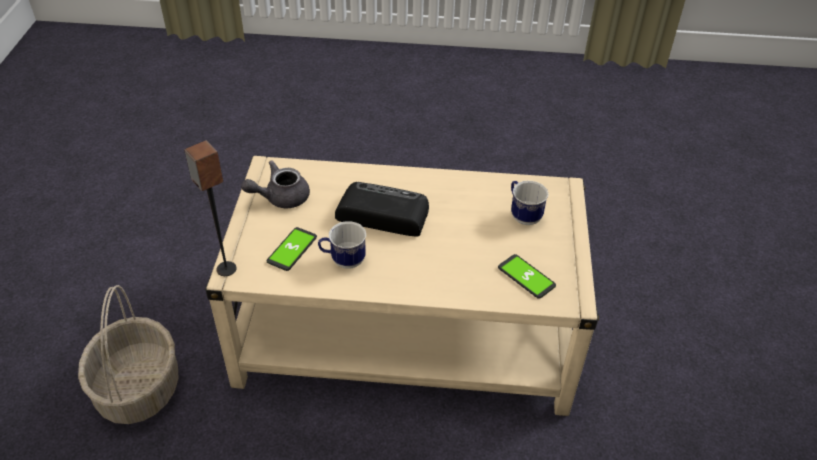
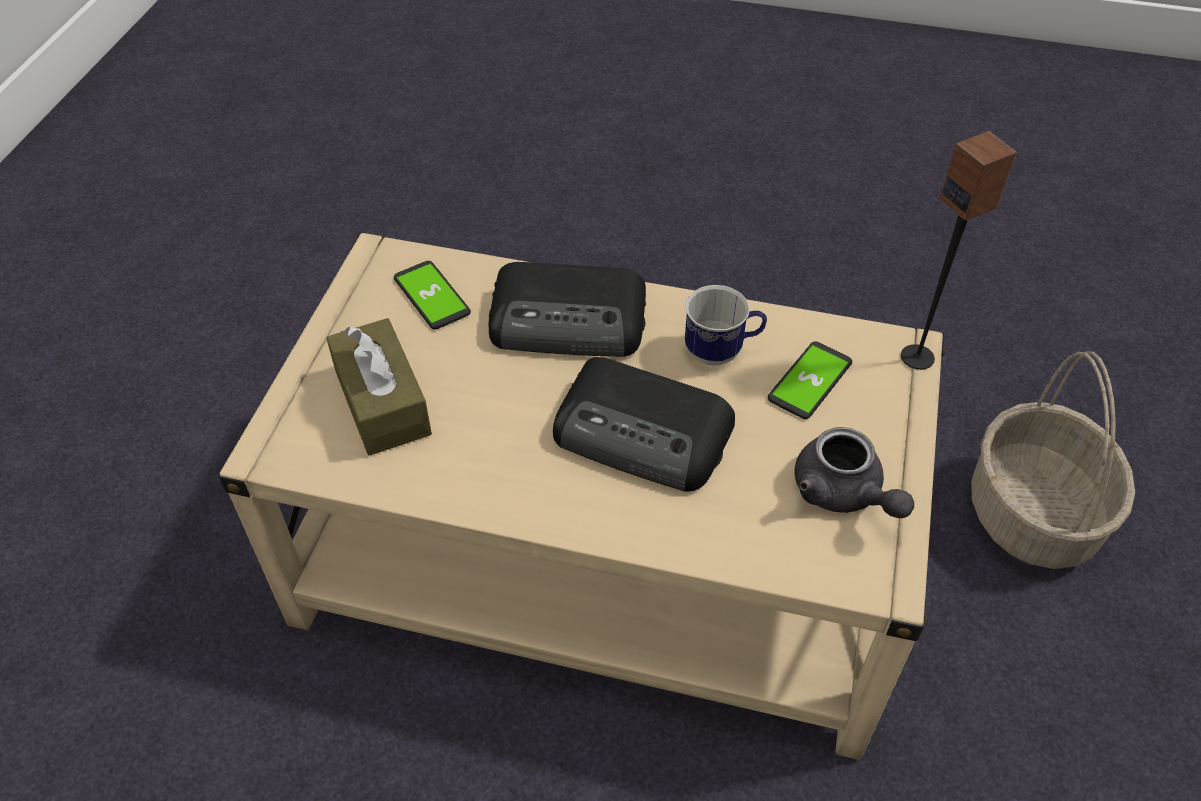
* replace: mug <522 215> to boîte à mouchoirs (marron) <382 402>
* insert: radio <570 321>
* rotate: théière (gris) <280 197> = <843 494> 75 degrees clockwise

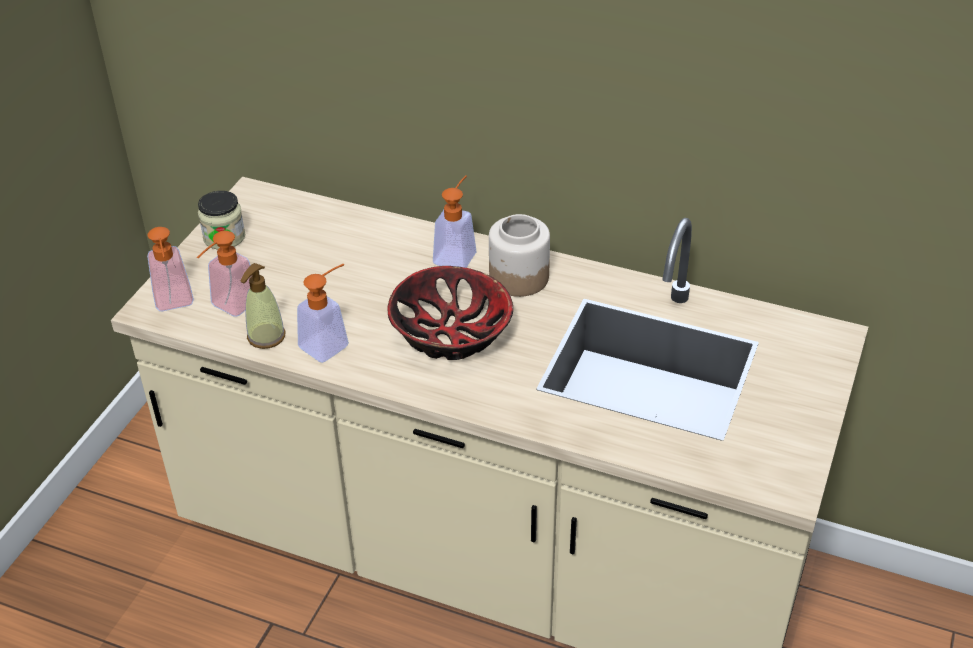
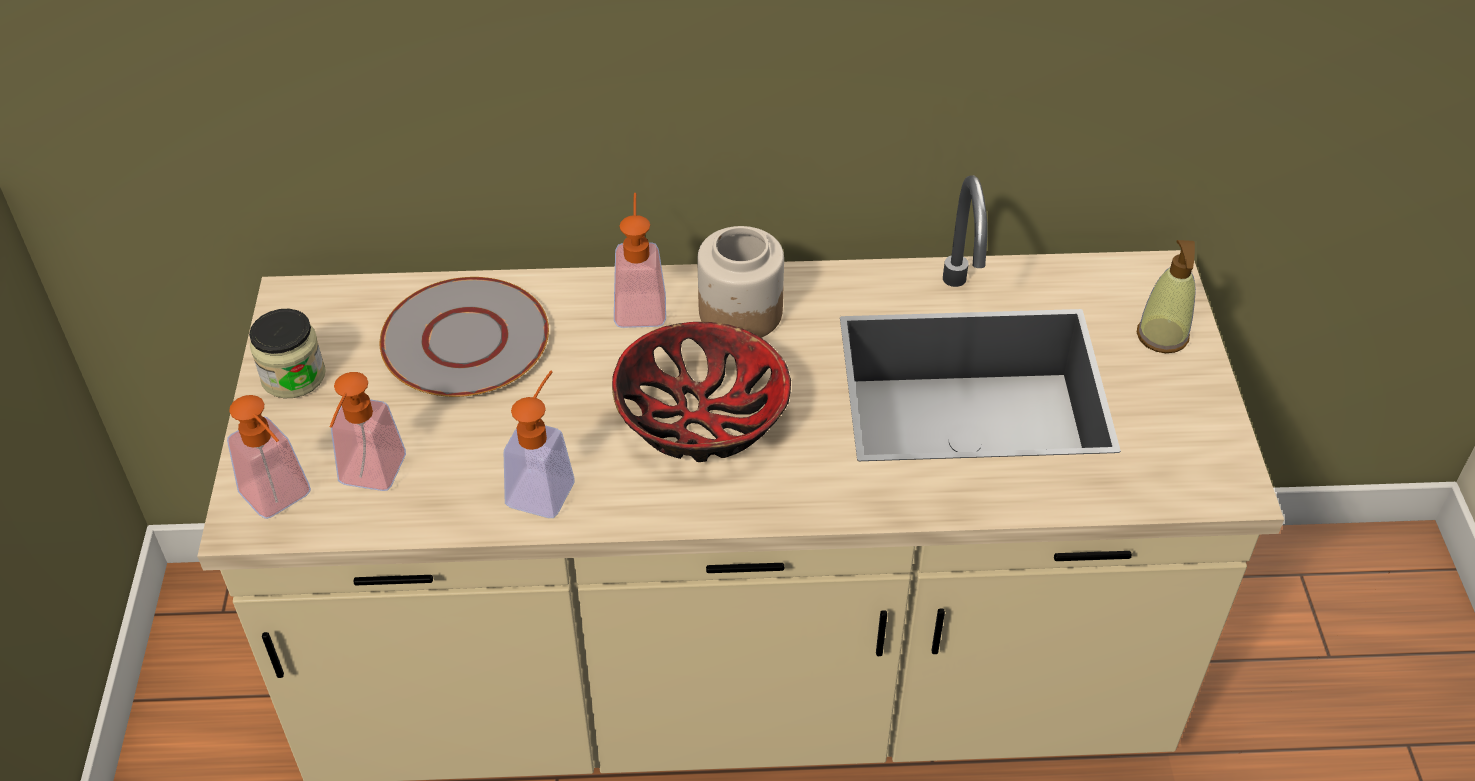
* insert: assiette (gris) <466 340>
* move: distributeur de savon <266 336> to <1162 336>

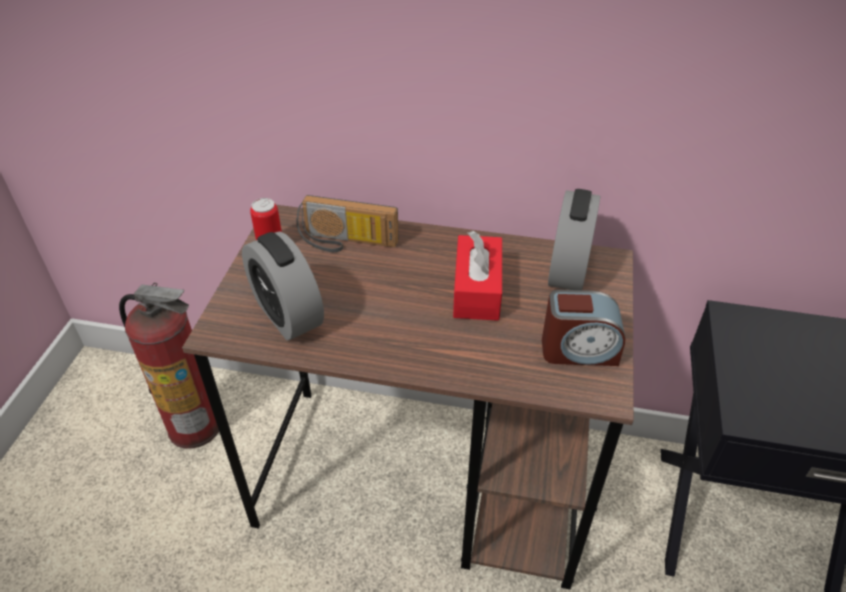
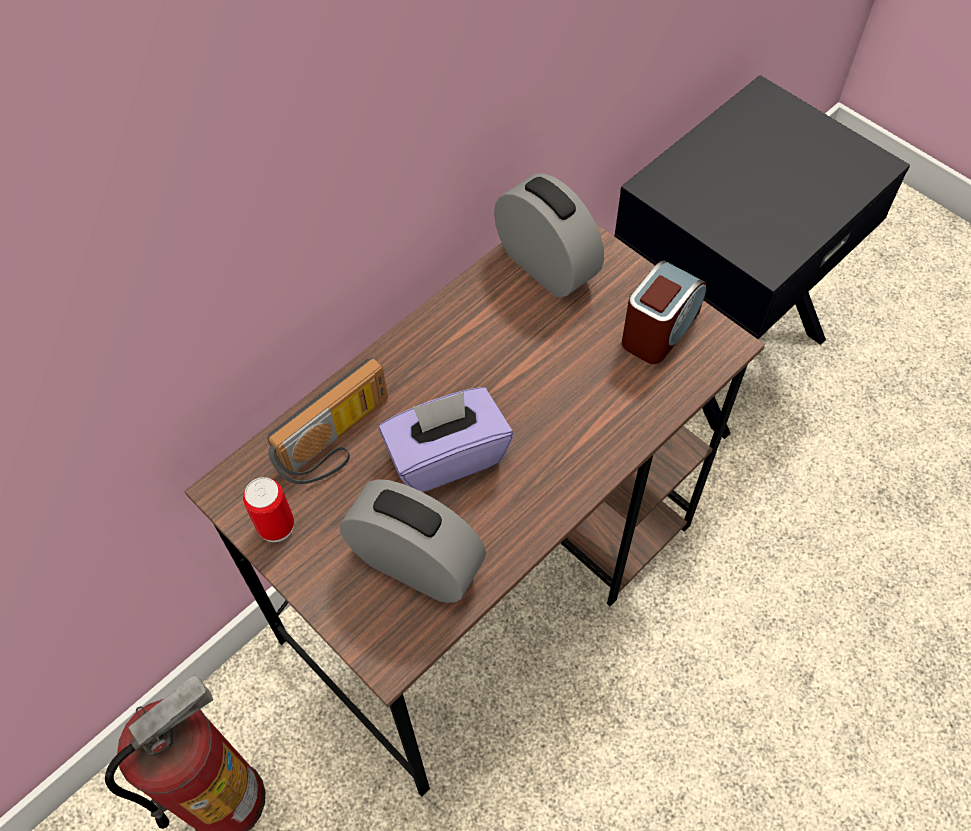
* rotate: réveil <287 314> = <416 563> 150 degrees counterclockwise
* insert: boîte à mouchoirs (violet) <447 455>
* delete: boîte à mouchoirs (rouge) <477 290>

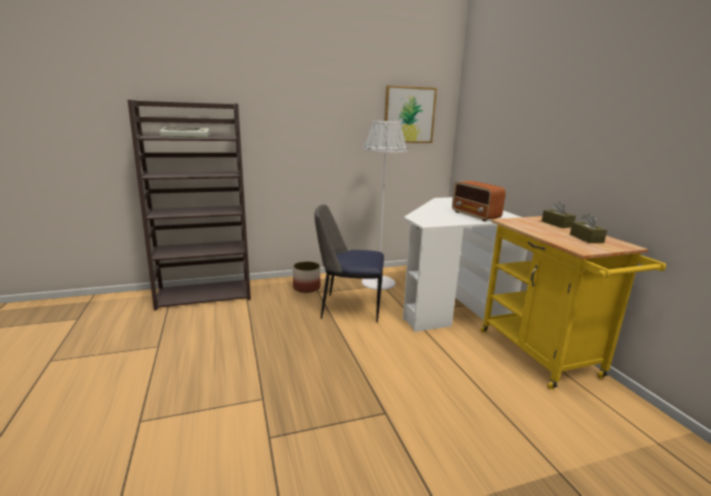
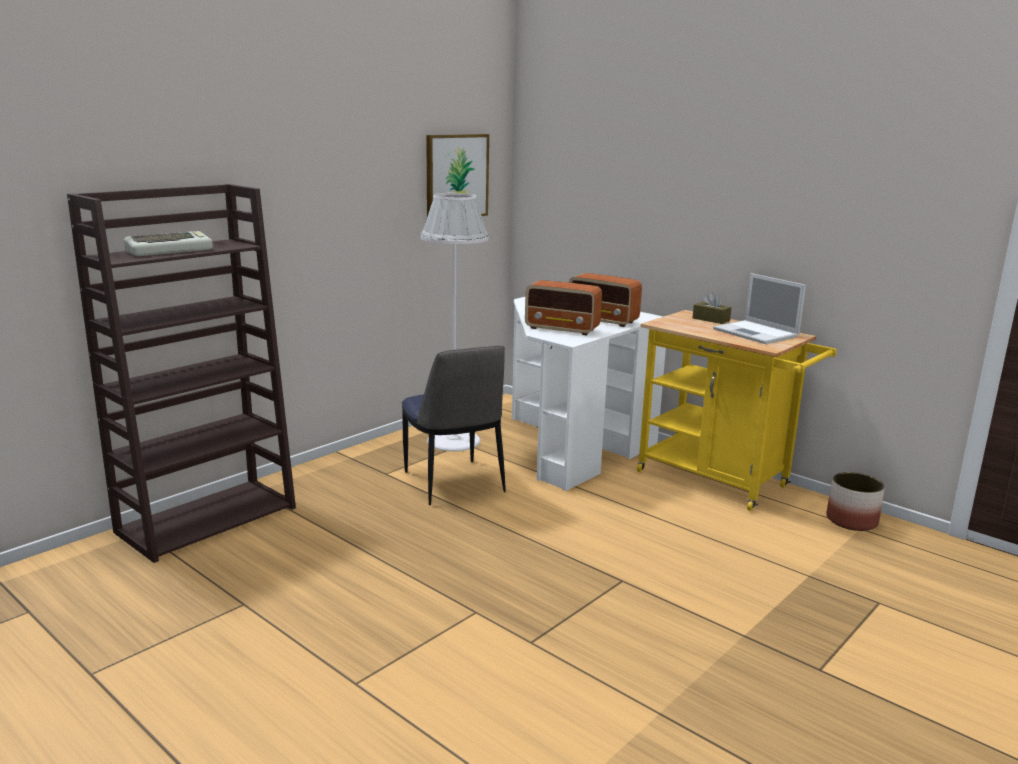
* rotate: chaise <349 308> = <454 483> 90 degrees counterclockwise
* insert: radio <563 329>
* replace: boîte à mouchoirs (marron) <586 238> to ordinateur portable <757 333>
* move: cache-pot <307 287> to <851 520>

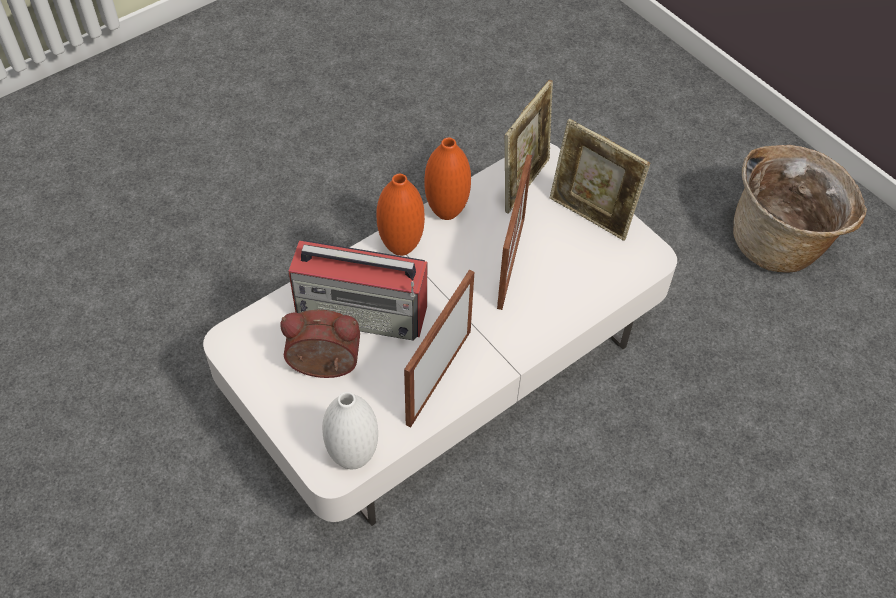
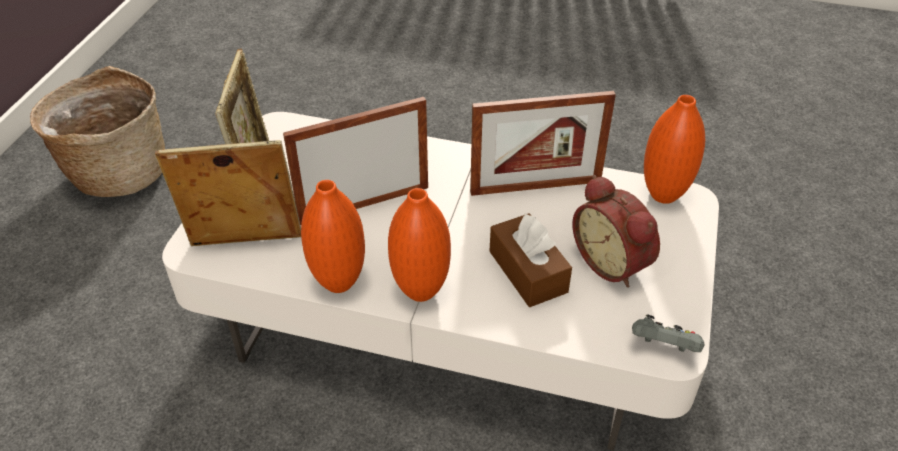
* replace: radio <363 312> to boîte à mouchoirs (marron) <528 271>
* insert: manette (gris) <664 347>
* recolor: vase (blanc) <353 457> to vase (orange) <663 195>

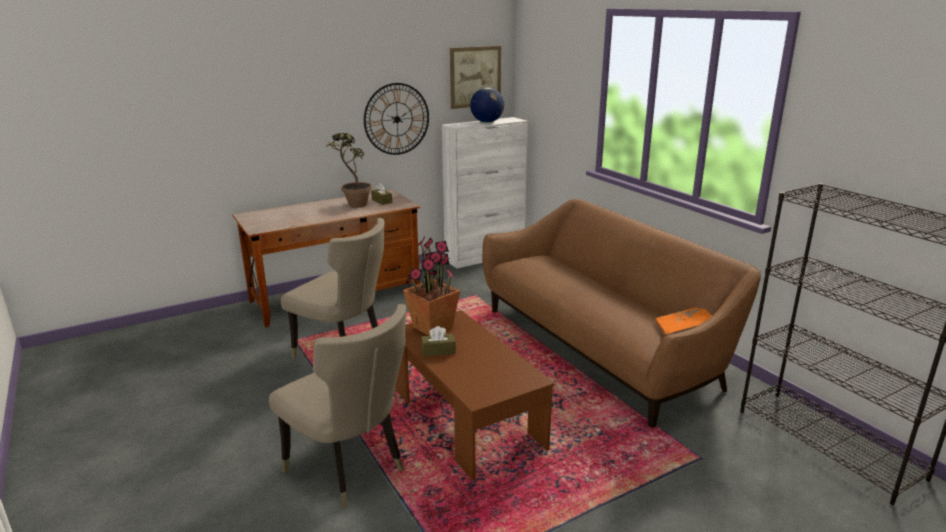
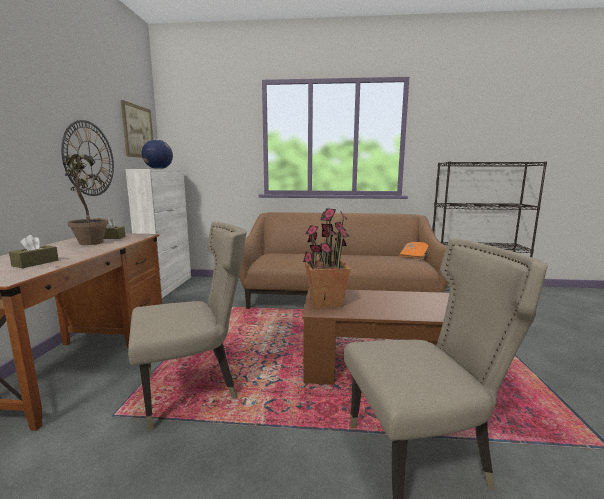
* move: boîte à mouchoirs (marron) <438 351> to <35 263>

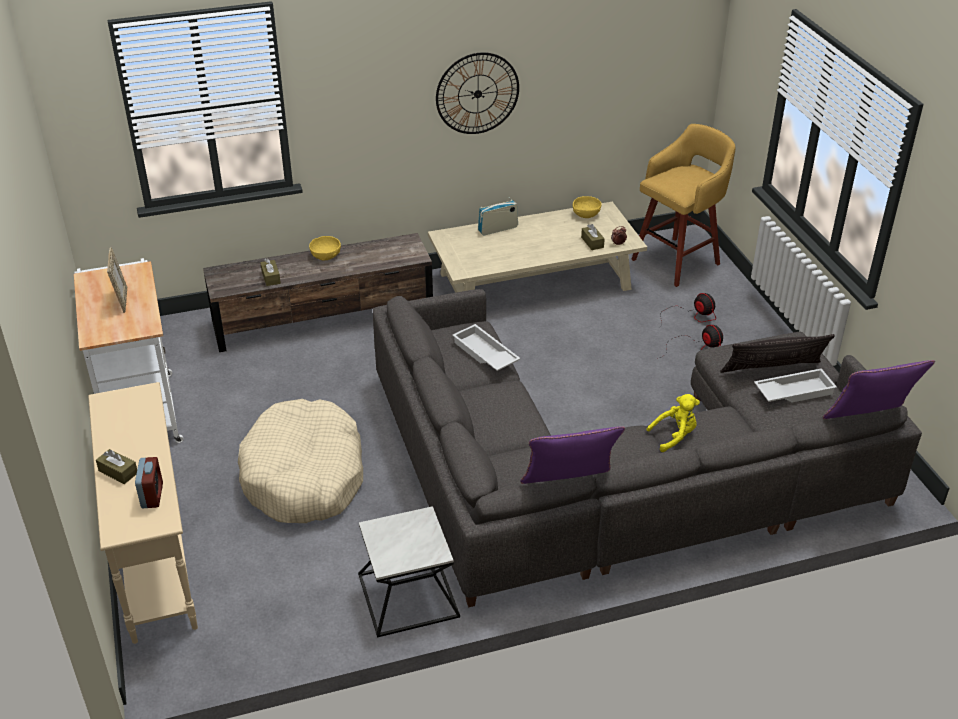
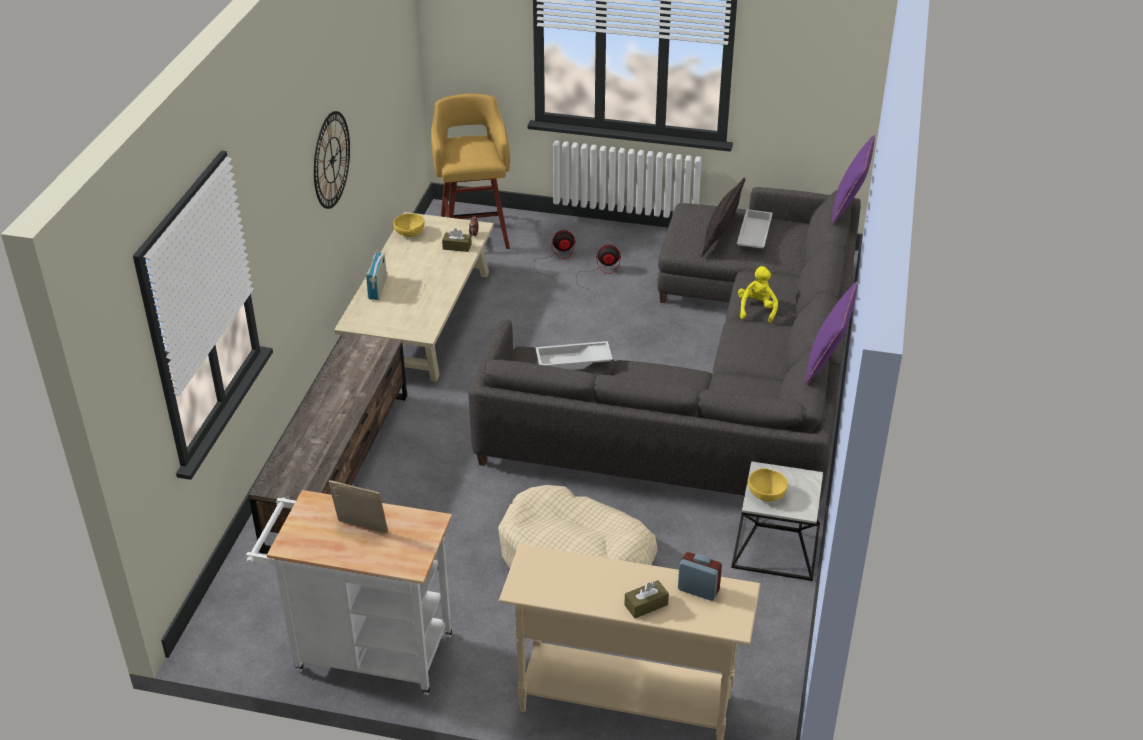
* move: bol (jaune) <326 256> to <767 494>
* delete: boîte à mouchoirs (marron) <271 277>

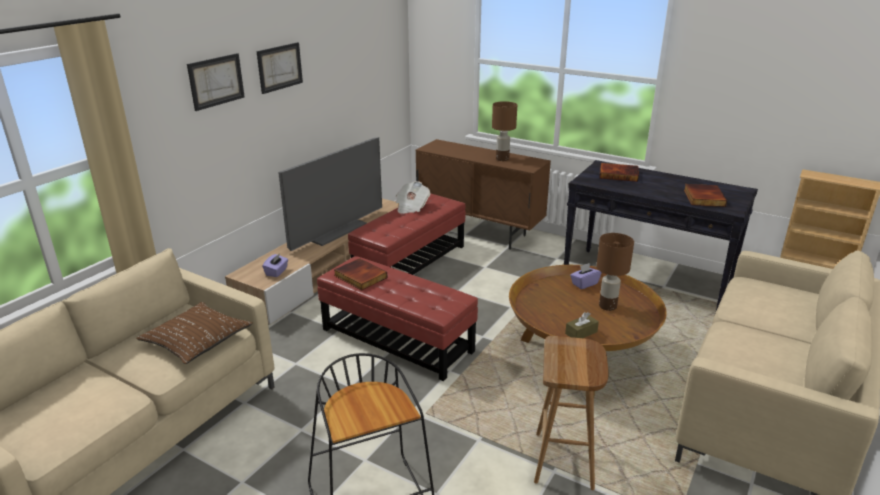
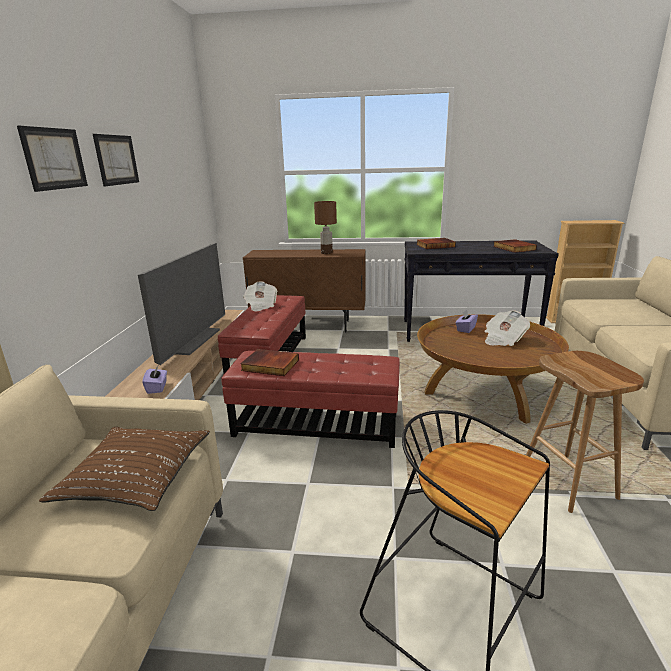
* replace: lampe de table (marron) <607 306> to journal <503 339>
* delete: boîte à mouchoirs (marron) <581 333>

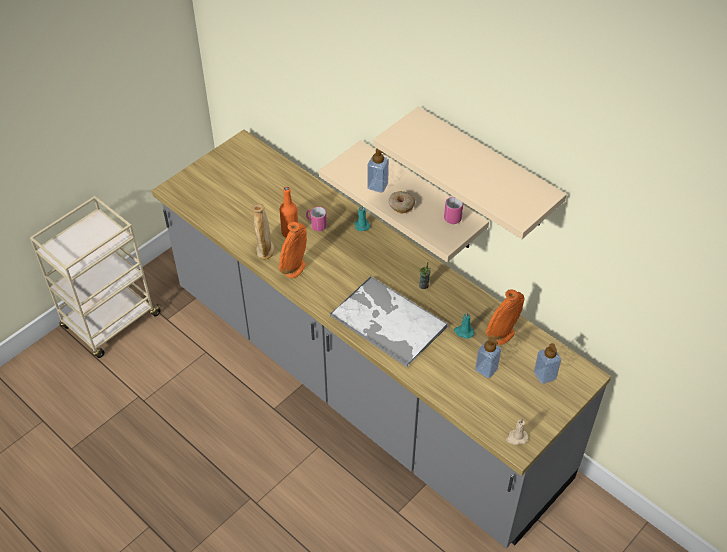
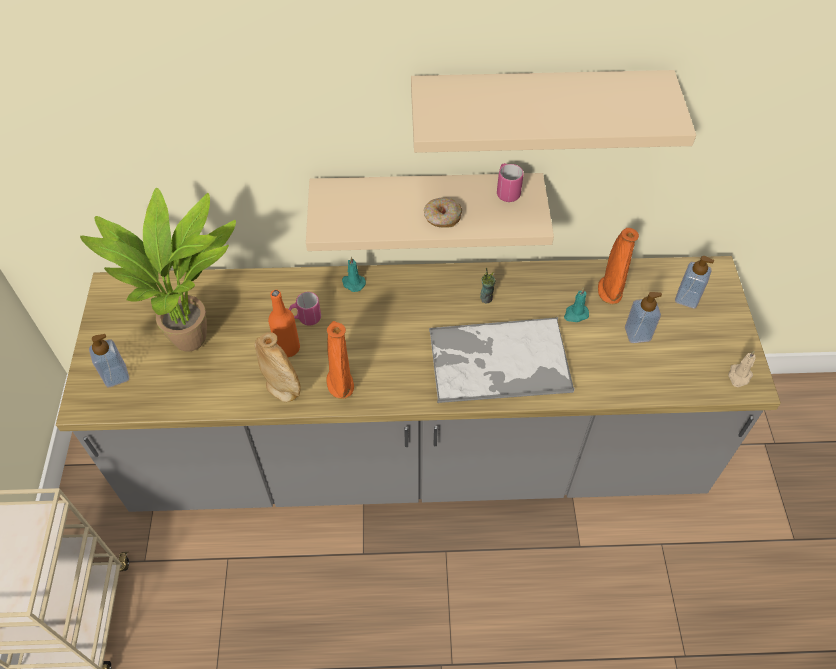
* insert: plante en pot <195 336>
* move: distributeur de savon <377 186> to <116 376>

